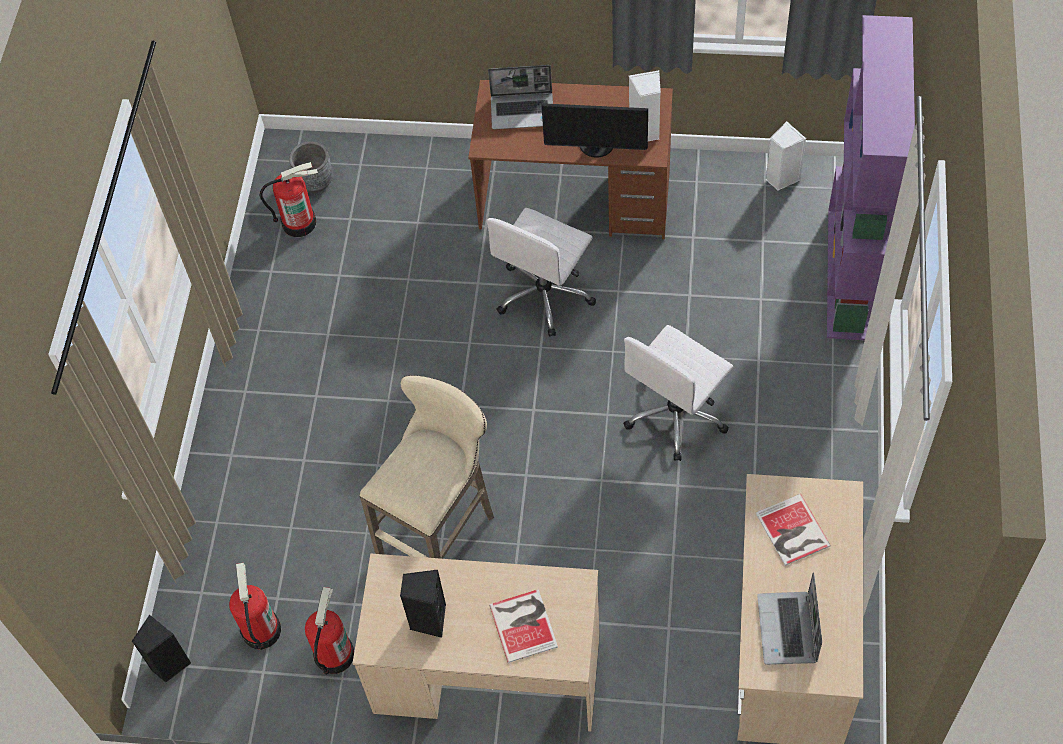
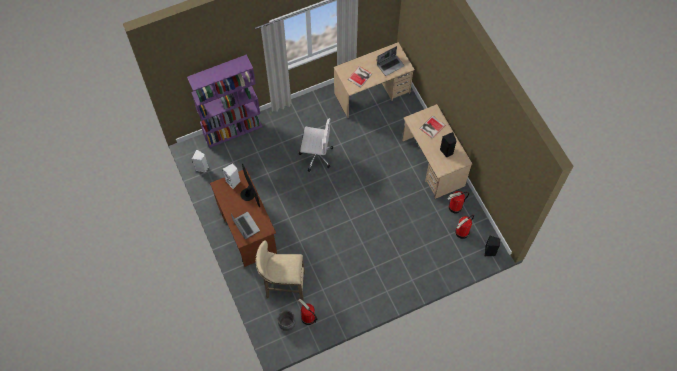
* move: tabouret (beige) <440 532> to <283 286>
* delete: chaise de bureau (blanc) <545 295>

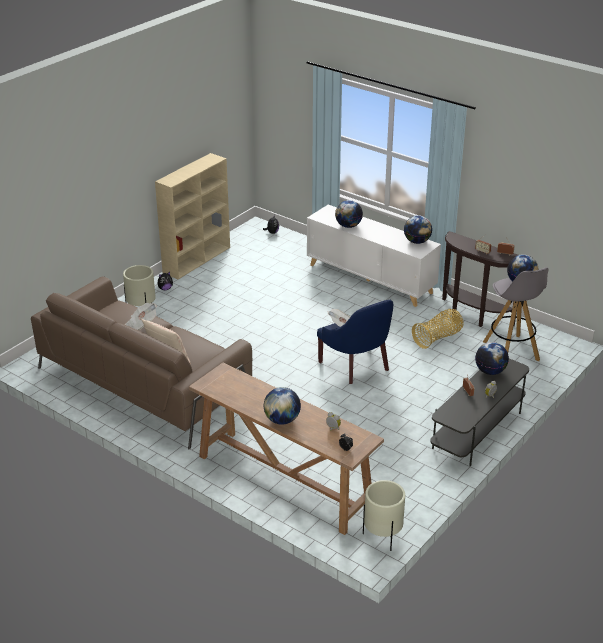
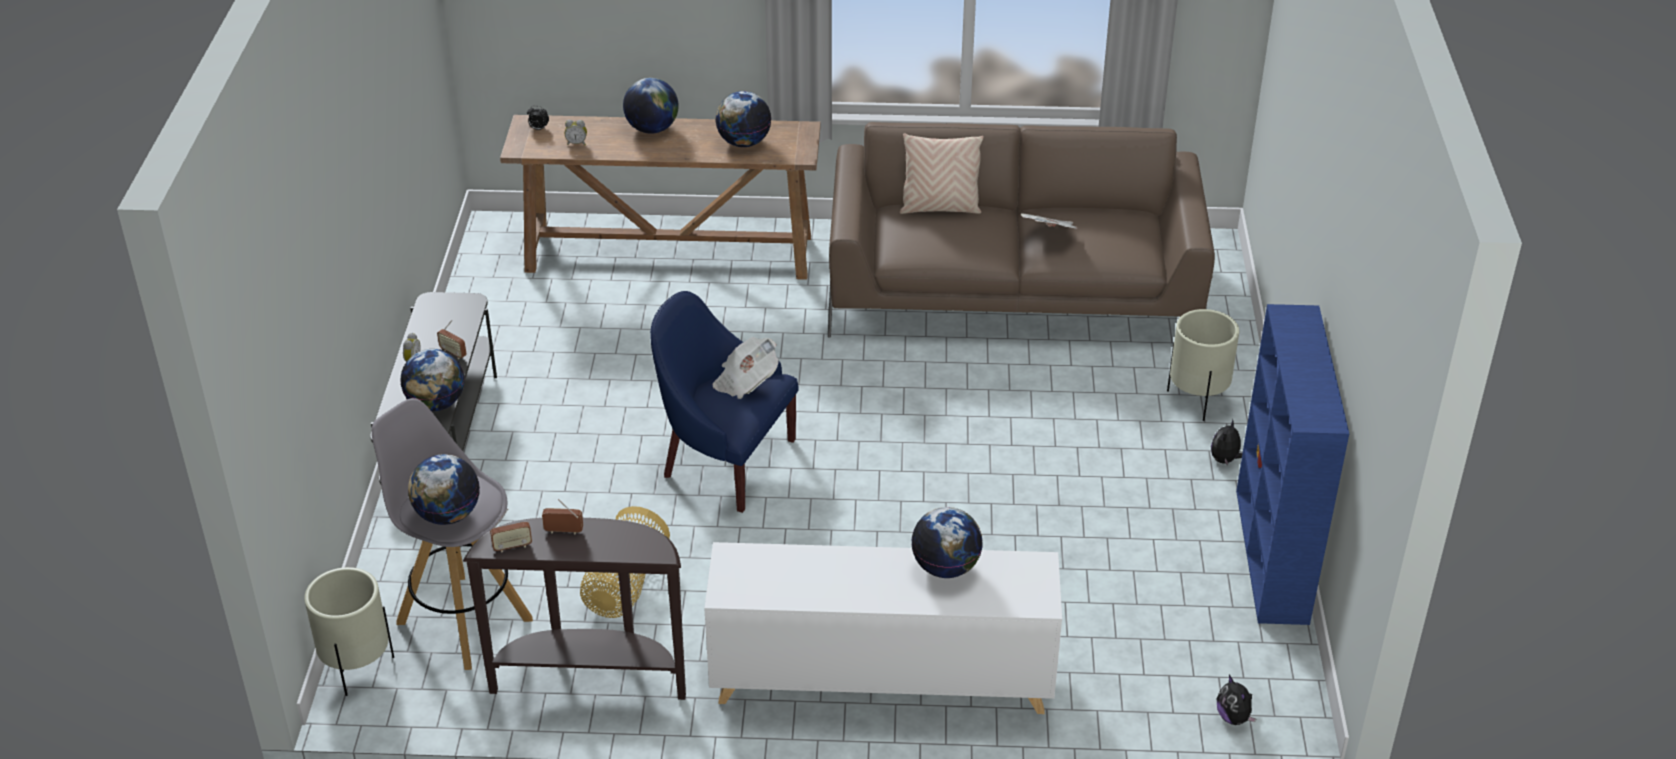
* move: cache-pot (beige) <383 536> to <357 668>
* move: globe <417 242> to <743 142>
* recolor: bibliothèque (beige) <197 259> to bibliothèque (bleu) <1272 557>

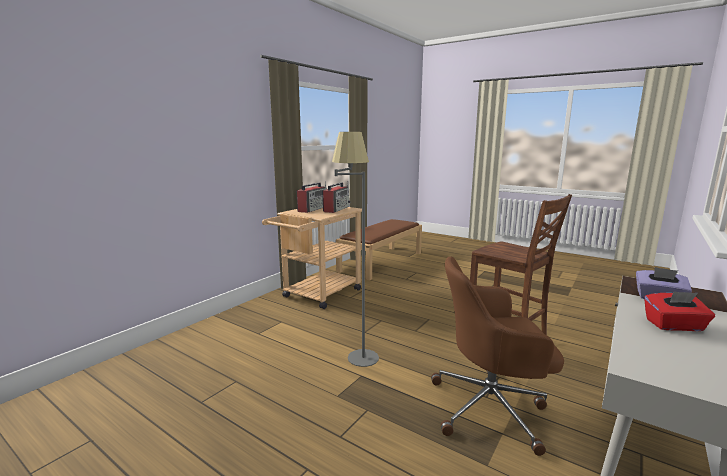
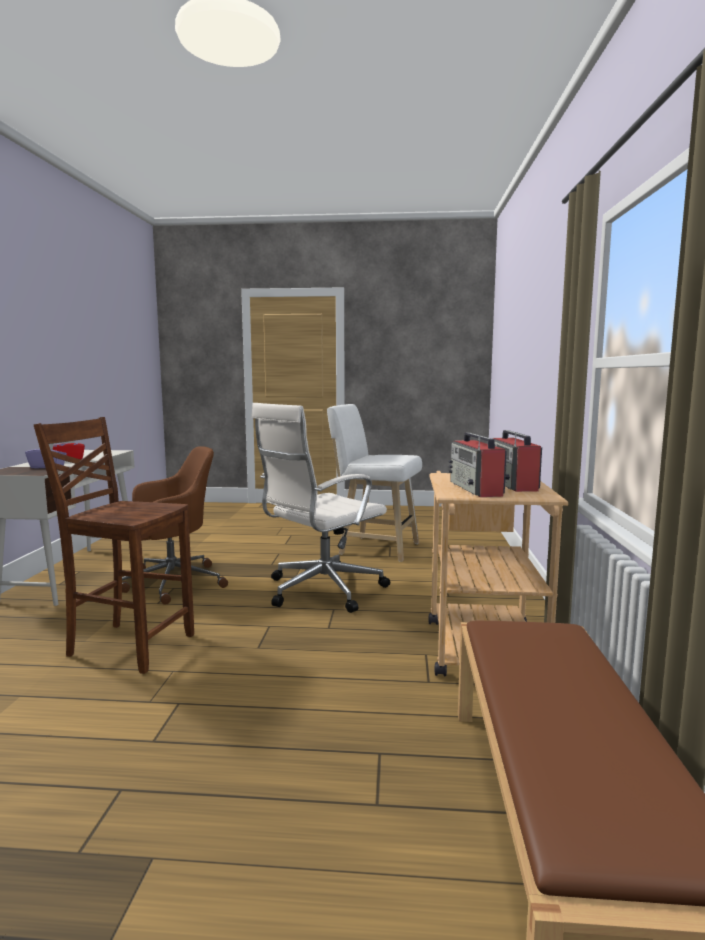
* replace: lampadaire (gris) <355 351> to chaise de bureau (blanc) <321 590>
* insert: tabouret (blanc) <375 548>

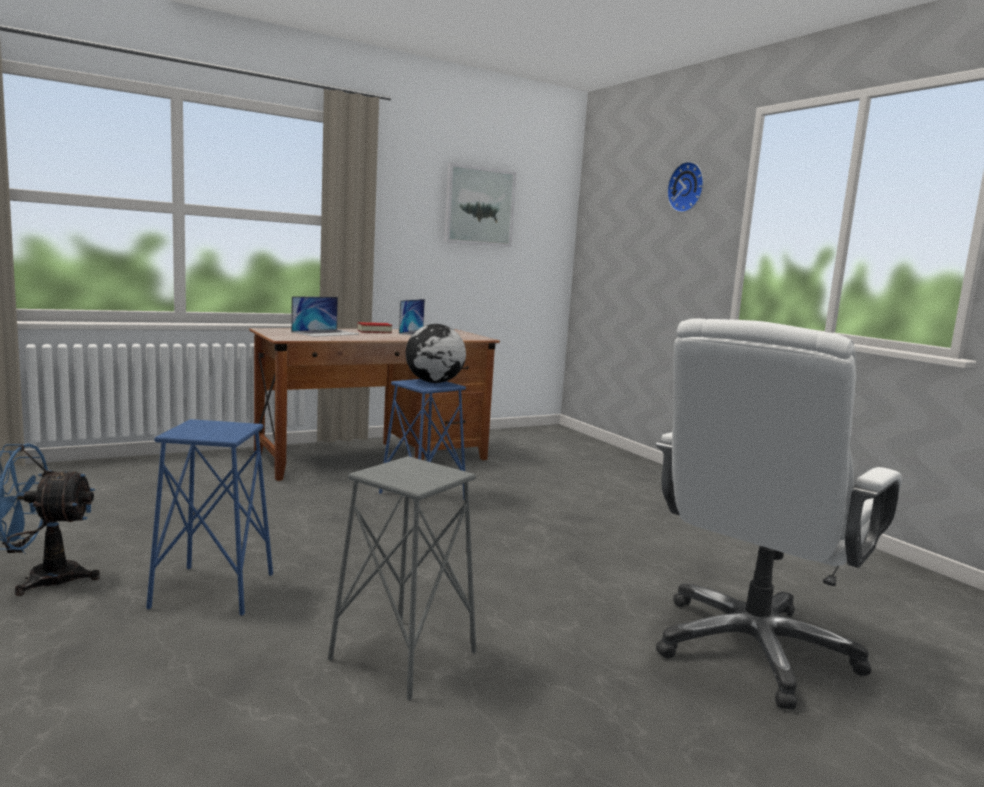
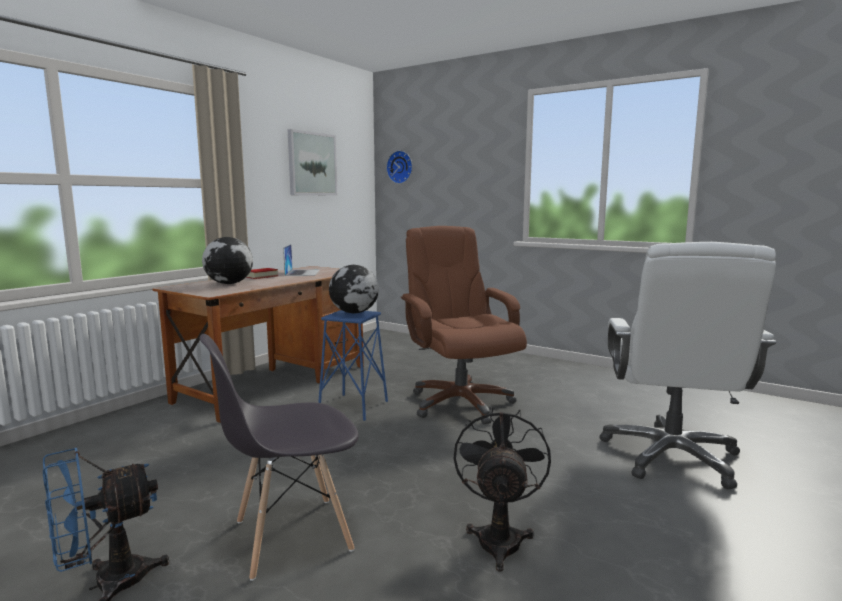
* replace: tabouret (bleu) <213 590> to chaise (gris) <291 536>
* replace: ordinateur portable <325 333> to globe <229 283>
* move: horloge murale <688 187> to <400 167>
* insert: chaise de bureau (marron) <460 403>
* replace: tabouret (gris) <403 656> to ventilateur (noir) <499 537>

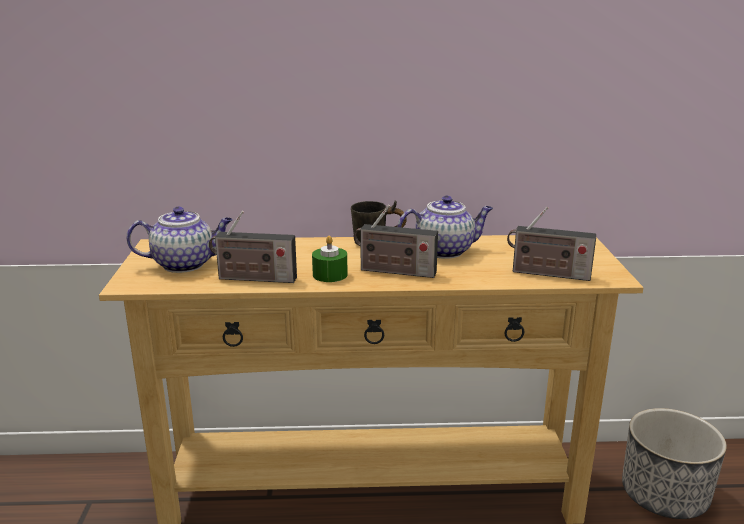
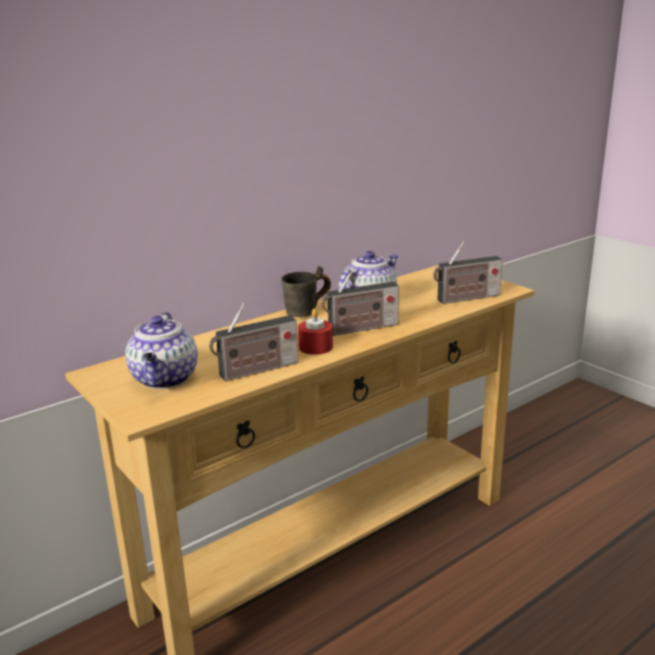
* rotate: théière <185 264> = <165 379> 135 degrees clockwise
* recolor: bougie (vert) <330 275> to bougie (rouge) <315 347>
* delete: cache-pot <663 495>

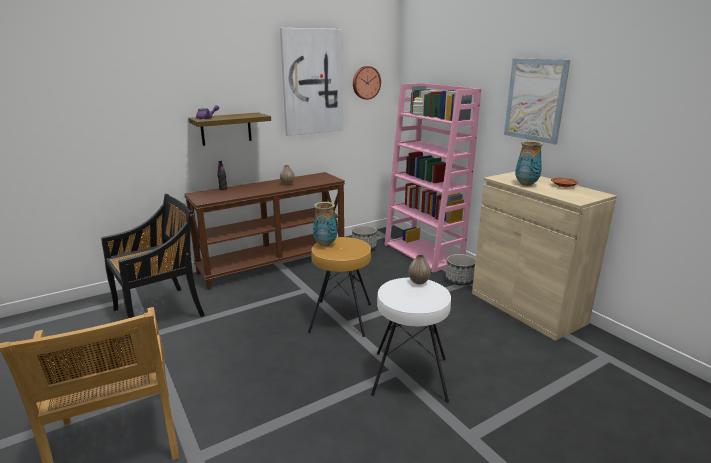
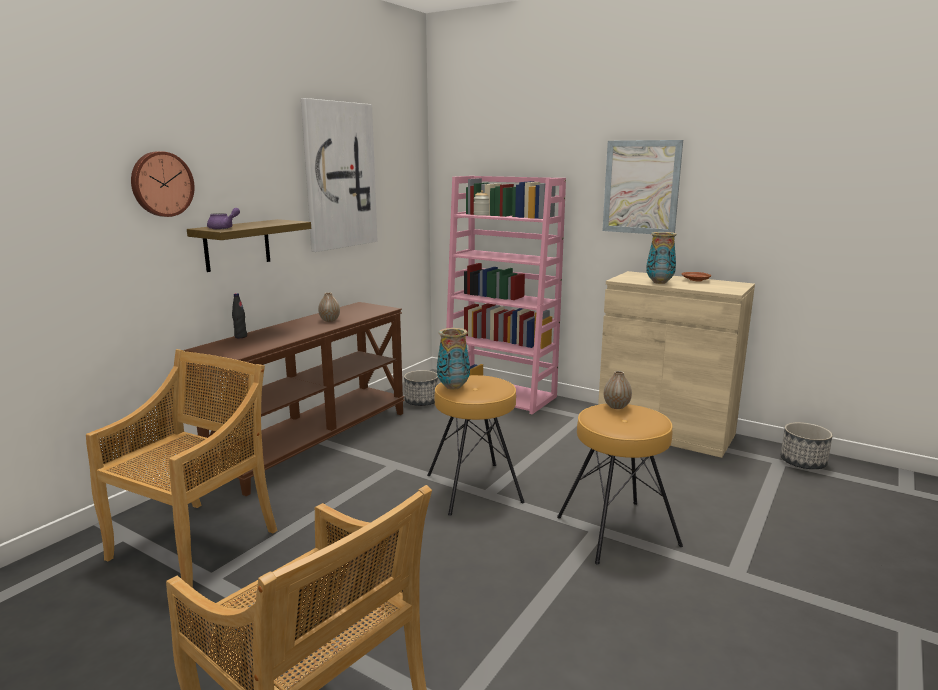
* recolor: chaise (noir) <160 312> to chaise (beige) <196 543>
* move: horloge murale <366 82> to <161 184>
* recolor: tabouret (blanc) <410 375> to tabouret (marron) <616 530>
* move: cache-pot <459 281> to <803 462>

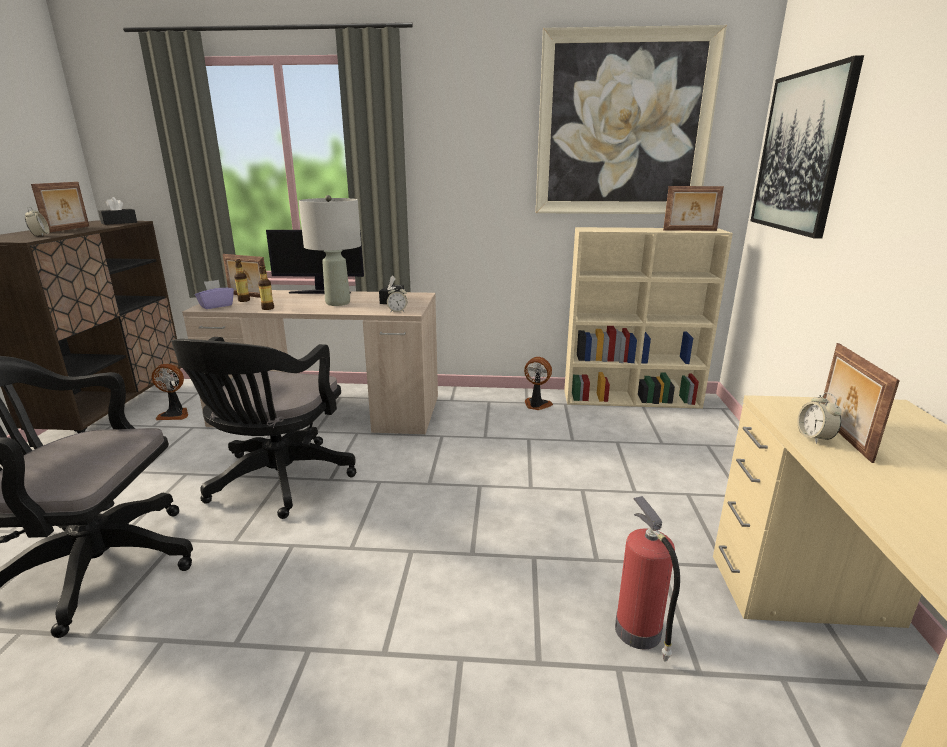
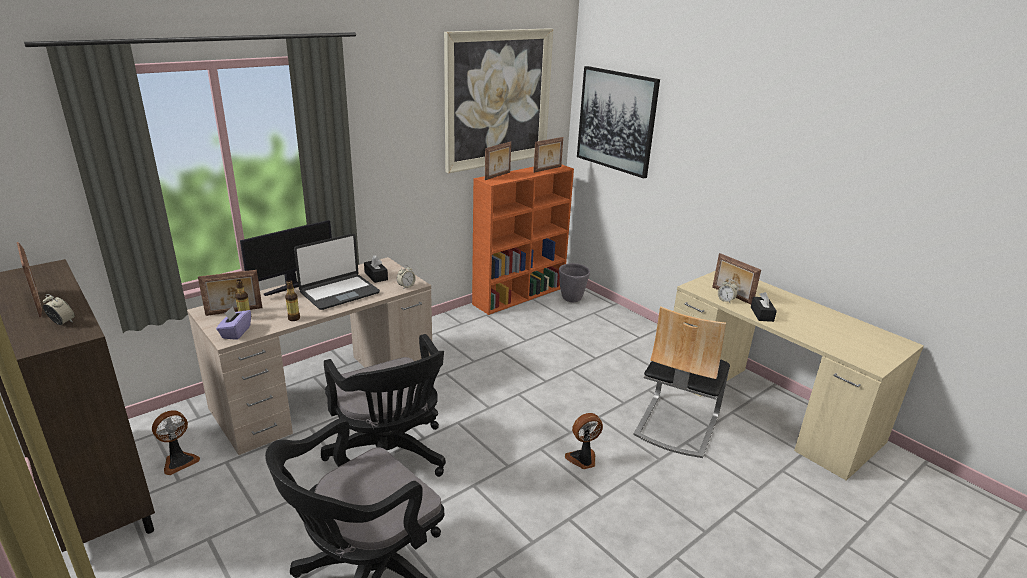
* replace: lampe de table (gris) <338 303> to ordinateur portable <339 292>
* recolor: bibliothèque (beige) <632 399> to bibliothèque (orange) <520 295>
* insert: cadre photo <498 176>
* insert: cache-pot (gris) <572 299>
* move: ventilateur <536 405> to <583 460>
* replace: extincteur <639 633> to chaise <676 424>
* move: boîte à mouchoirs (noir) <119 223> to <762 314>

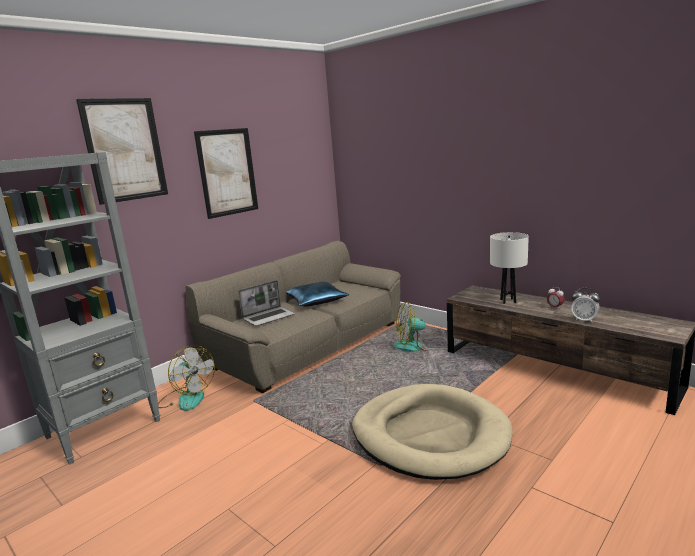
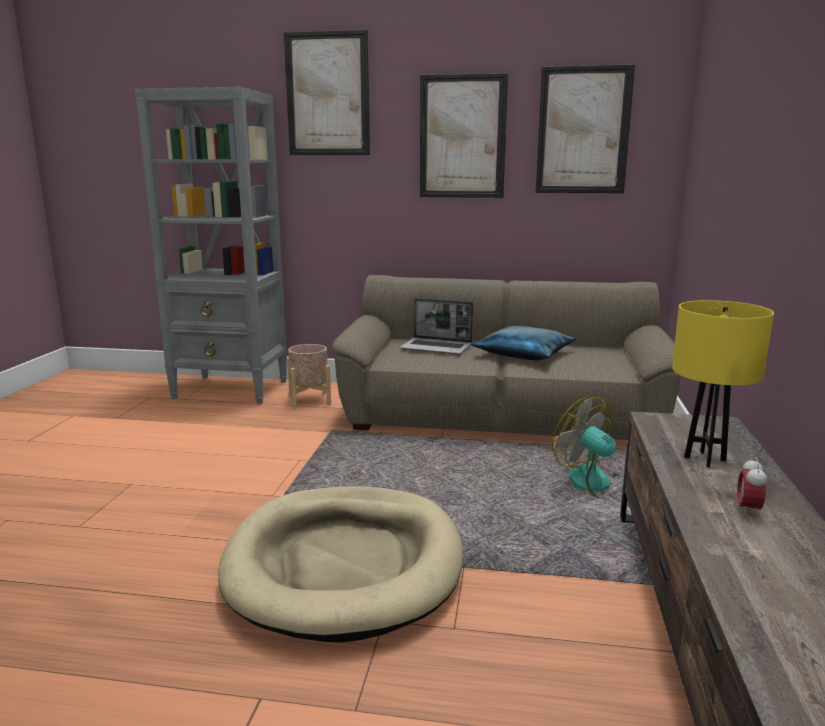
* replace: ventilateur <187 398> to cache-pot (beige) <310 400>
* insert: tableau <583 130>
* recolor: lampe de table (blanc) <508 301> to lampe de table (jaune) <705 459>
* delete: réveil <584 320>

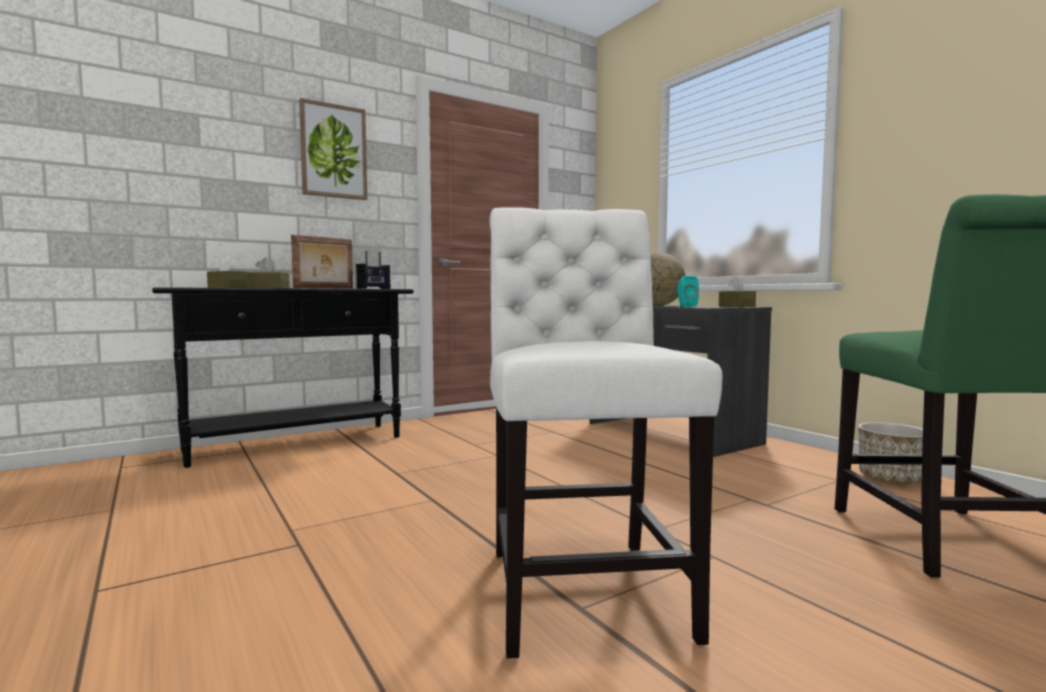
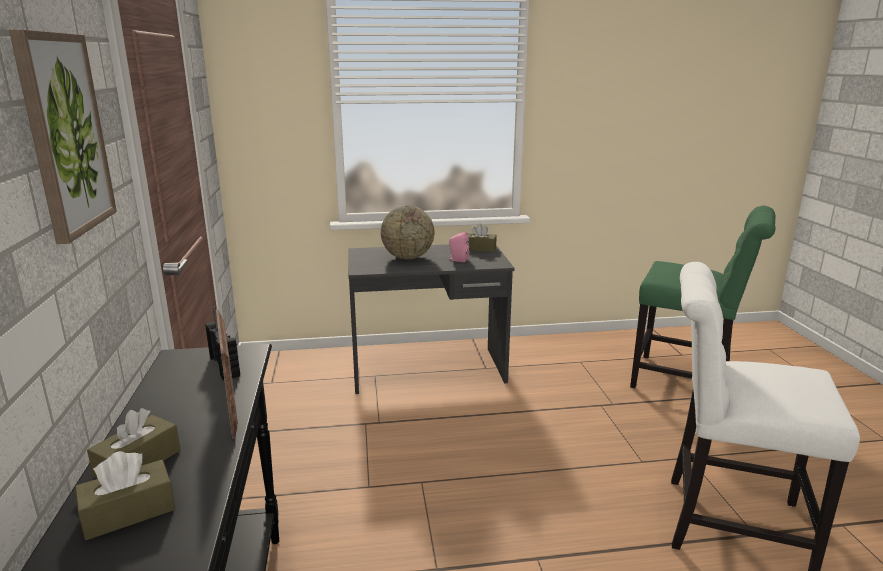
* recolor: enceinte (turquoise) <686 306> to enceinte (rose) <458 260>
* delete: cache-pot <891 479>

